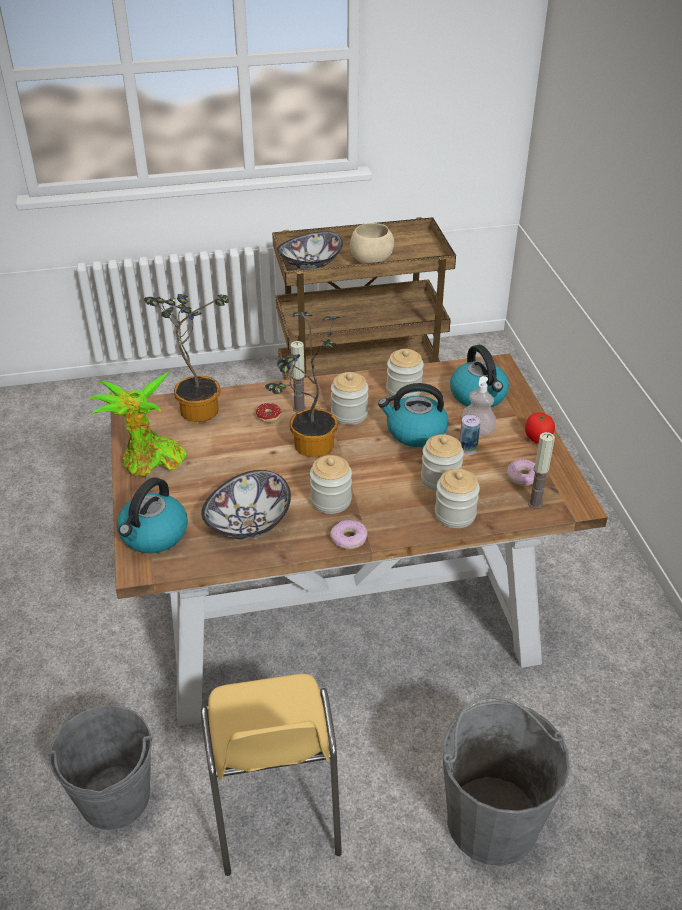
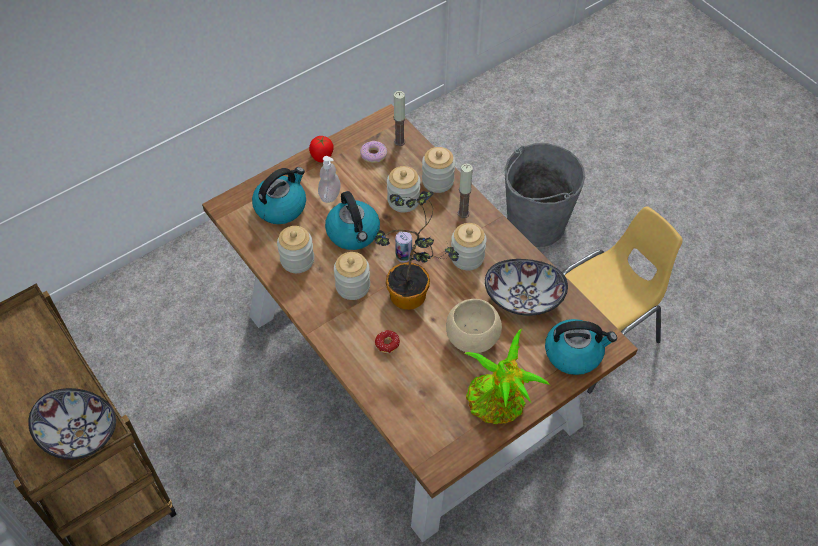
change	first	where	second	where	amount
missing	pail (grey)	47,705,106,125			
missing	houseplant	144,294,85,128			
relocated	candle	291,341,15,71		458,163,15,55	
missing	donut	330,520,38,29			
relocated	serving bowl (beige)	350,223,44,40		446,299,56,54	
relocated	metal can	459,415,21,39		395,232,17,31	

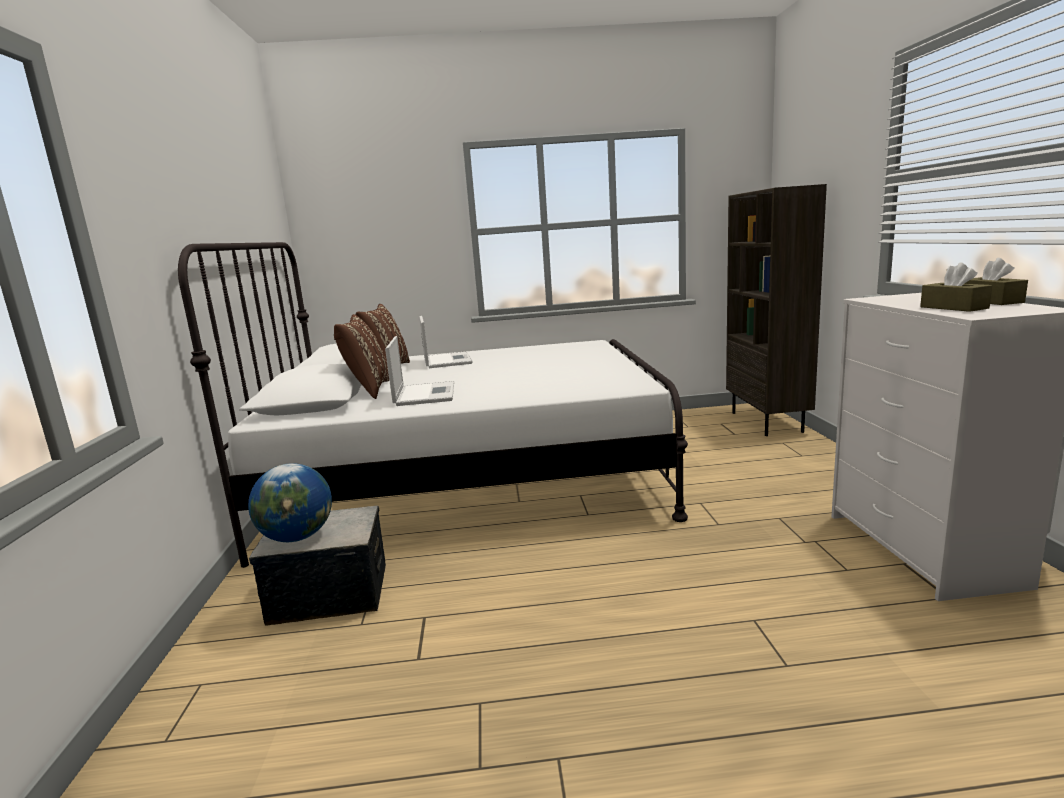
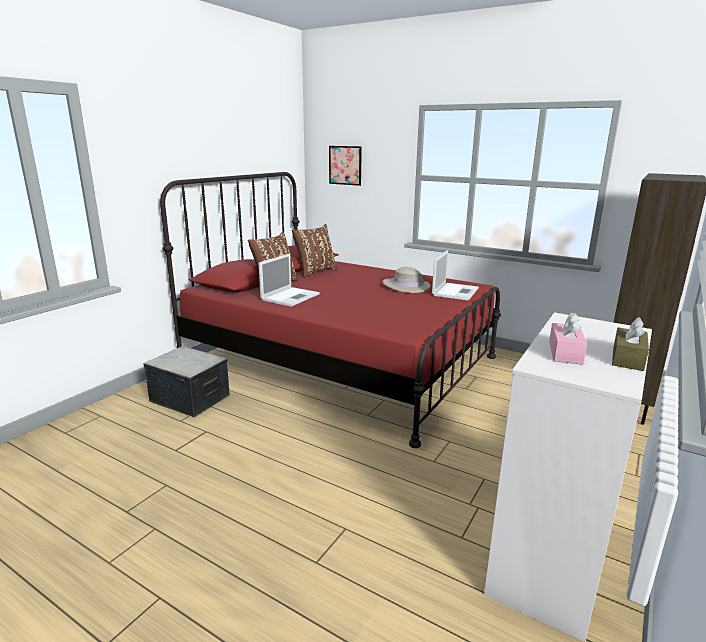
change	first	where	second	where	amount
colour	bedroom bed (whitish)	178,242,510,326	bedroom bed (red)	160,172,341,276	
missing	globe	248,463,84,79			
relocated	laptop	419,316,54,52		432,250,47,51	
colour	tissue box (brown-coloured)	920,262,72,50	tissue box (pinkish)	549,312,38,53	
appeared			wall picture	329,146,33,40	
appeared			clothing hat (beige)	383,267,48,26	

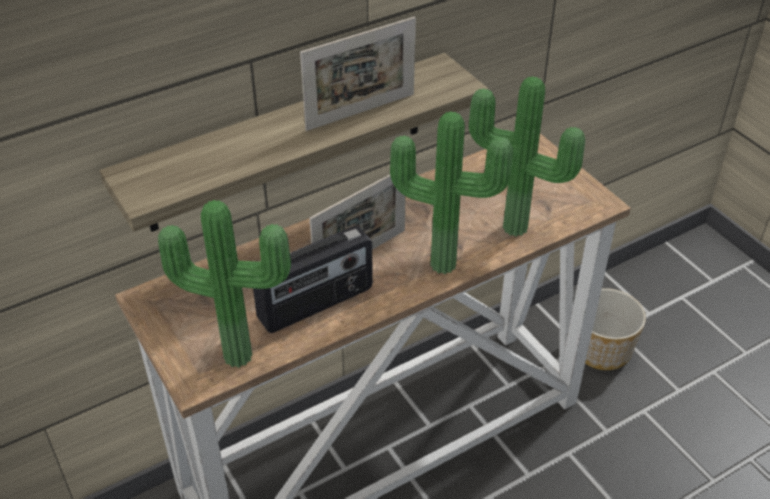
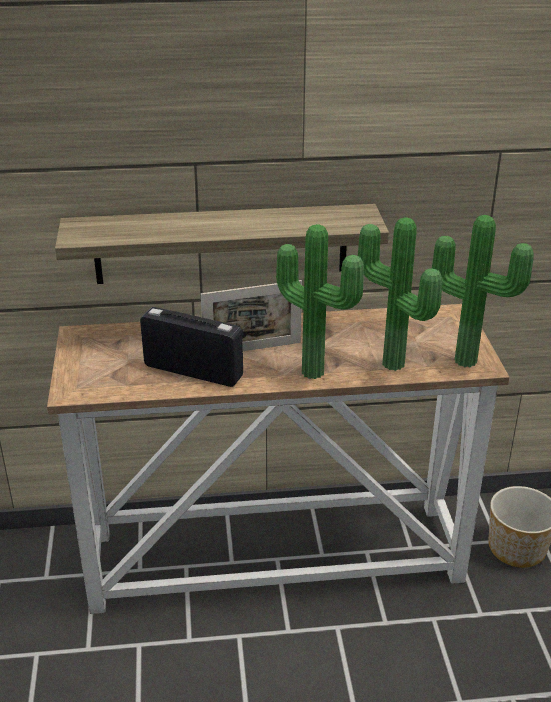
change	first	where	second	where	amount
relocated	houseplant	158,200,133,168		432,215,102,152	
spun	radio	253,226,120,107		140,307,103,80	150 degrees counterclockwise
missing	picture frame	300,16,116,115			

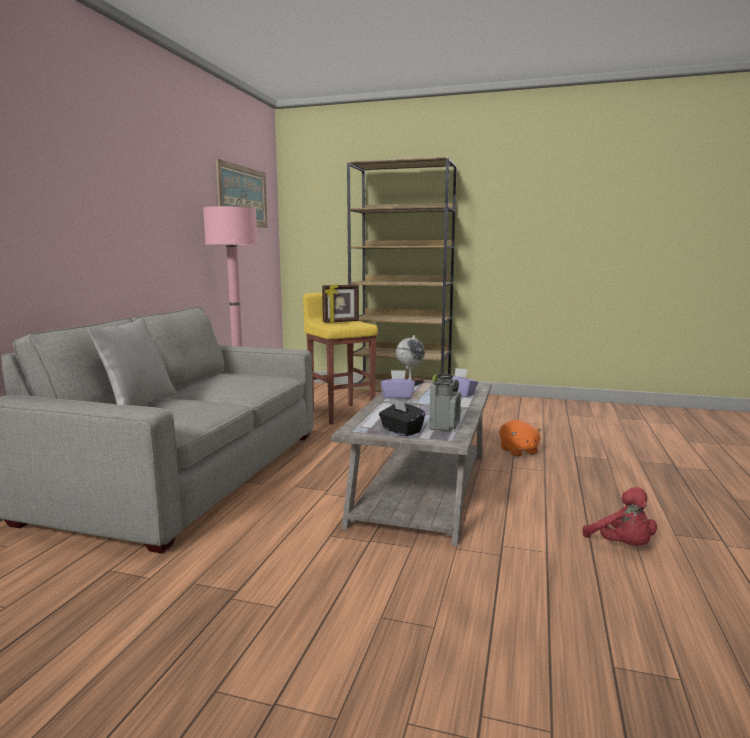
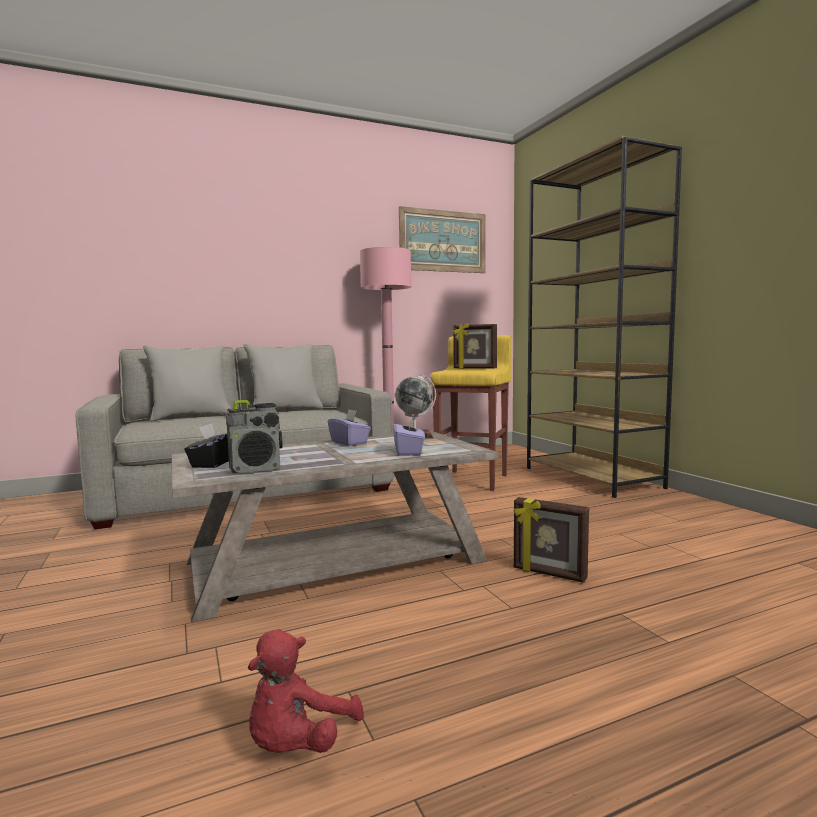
change	first	where	second	where	amount
exchanged	plush toy (orangey)	500,420,42,37	picture frame	513,497,76,86	
appeared			cushion (grey)	243,344,80,65	

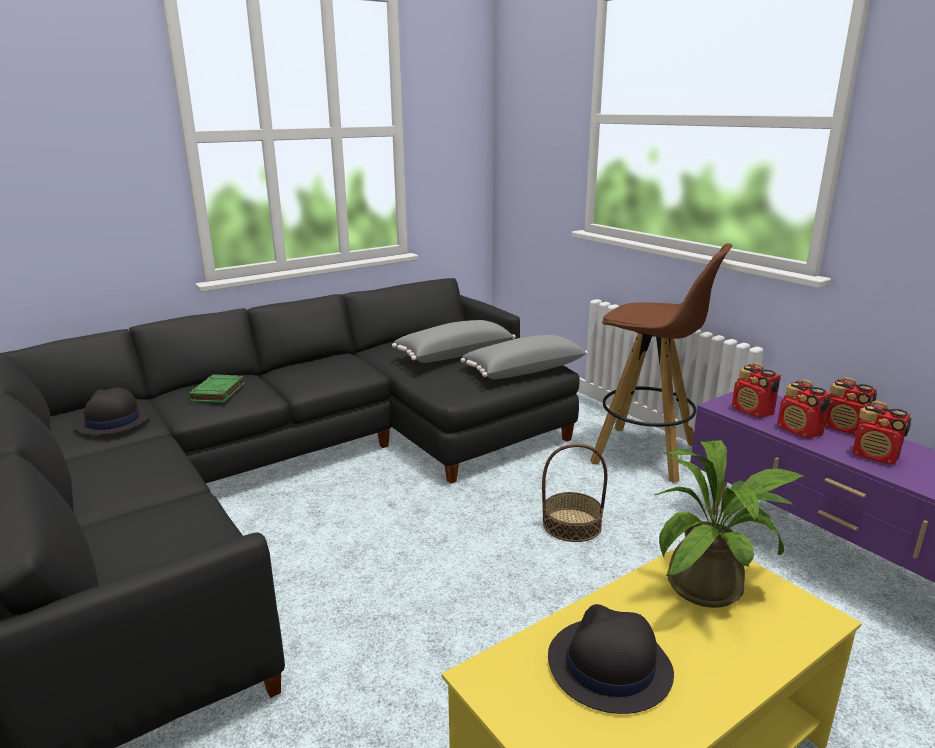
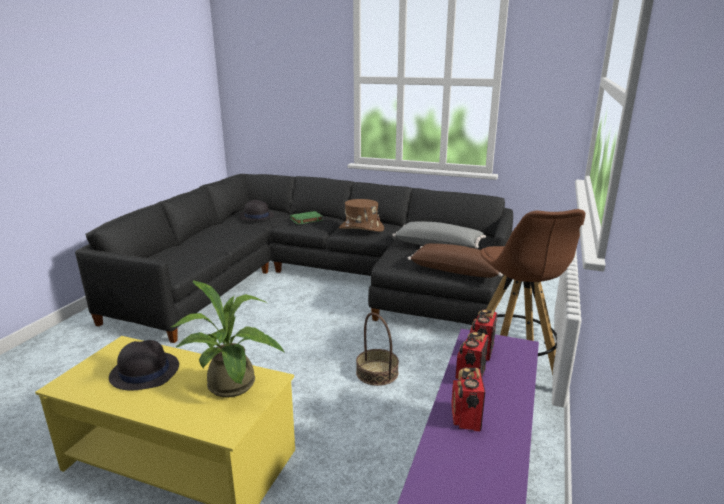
change	first	where	second	where	amount
colour	cushion (grey)	460,335,128,44	cushion (brown-coloured)	408,243,95,35	
missing	radio	825,377,52,58			
appeared			clothing hat (brown-coloured)	339,199,45,33	

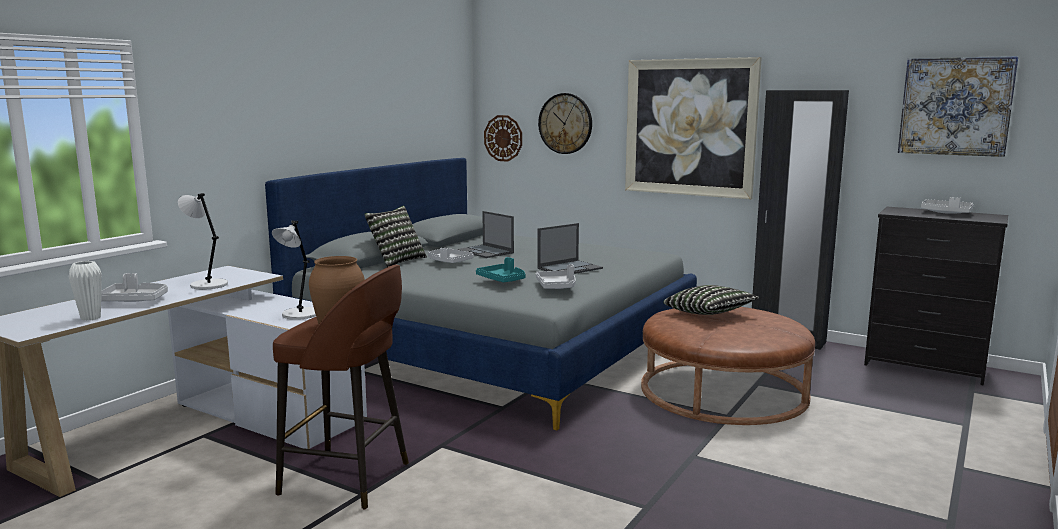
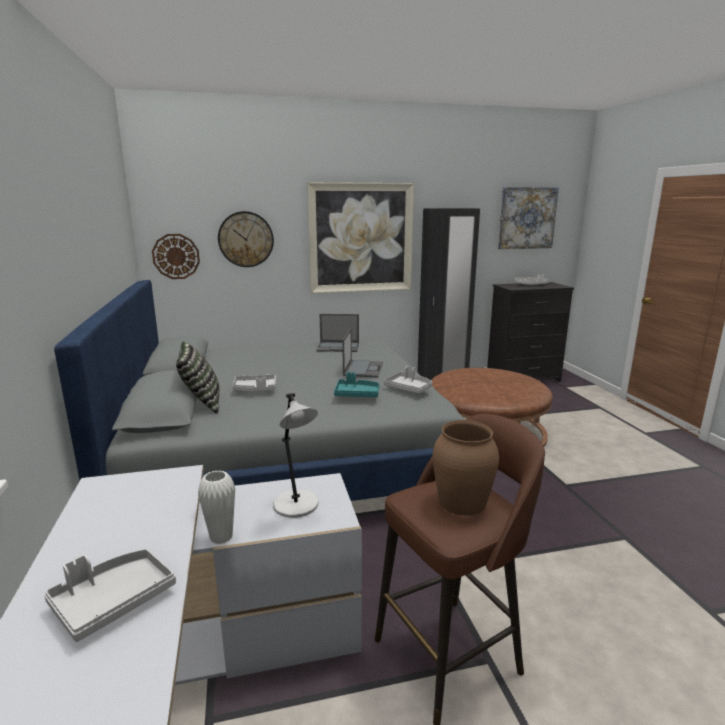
change	first	where	second	where	amount
relocated	flower vase (whitish)	69,261,33,60		198,470,37,74	
missing	table lamp (grey)	178,193,50,97			
relocated	laptop	457,211,57,47		316,314,43,38	
missing	cushion	663,285,96,30			

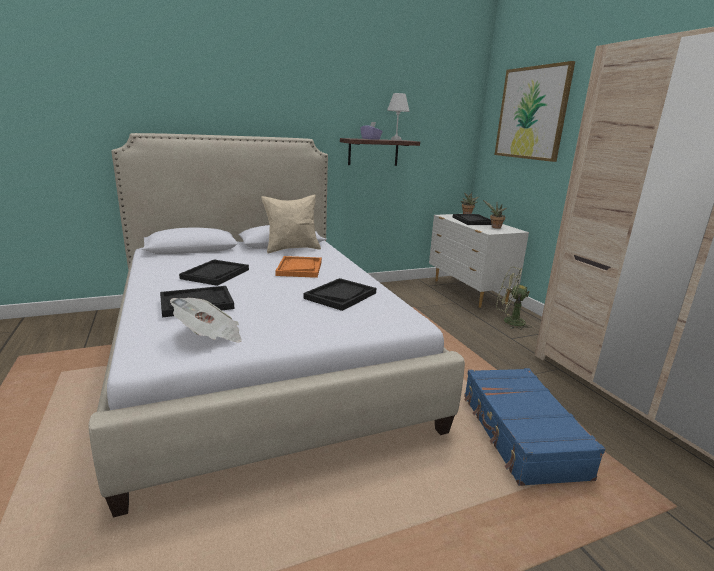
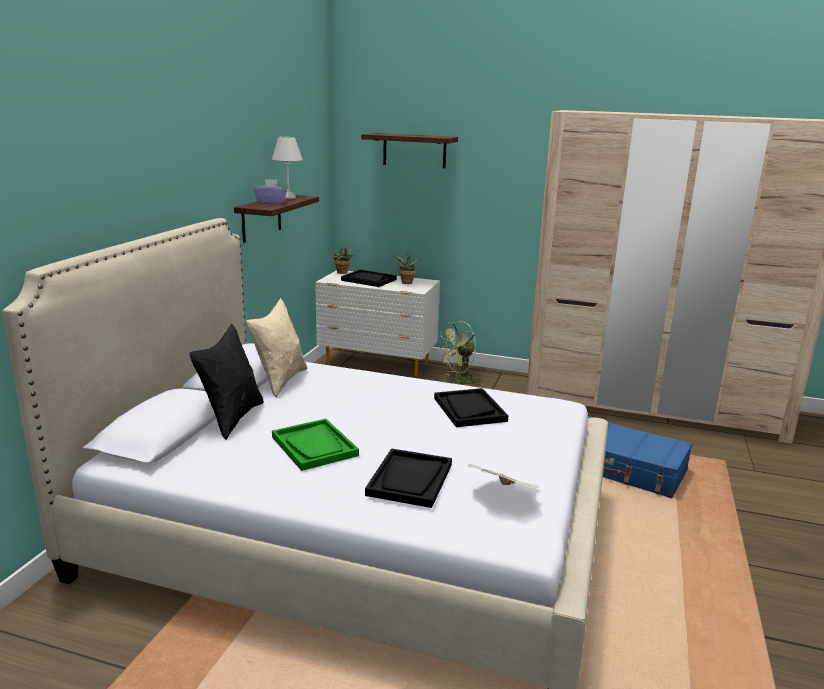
change	first	where	second	where	amount
colour	serving tray (black)	179,260,70,26	serving tray (greenish)	272,419,87,52	
missing	serving tray (orangey)	275,256,47,22			
exchanged	wall picture	495,61,80,101	bracket shelf	361,133,97,35	
appeared			cushion (black)	189,324,75,116	

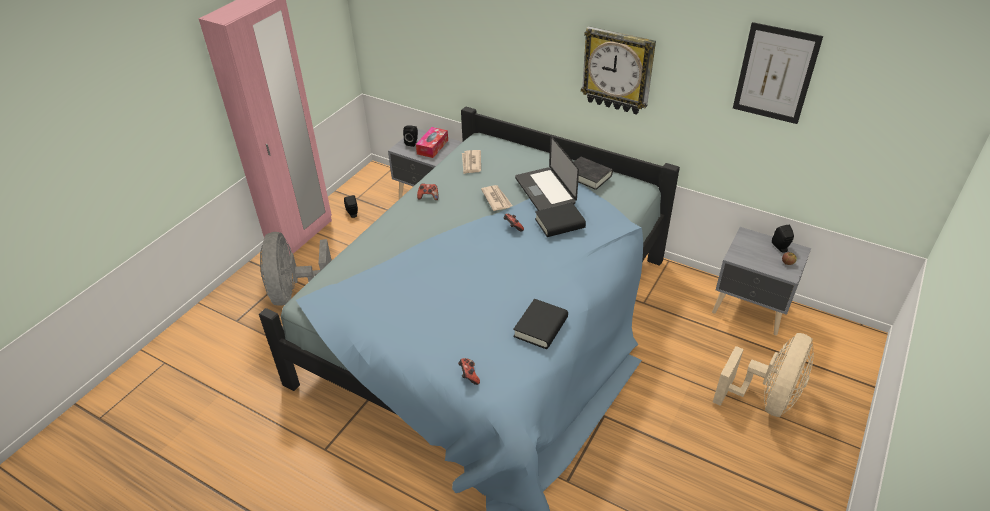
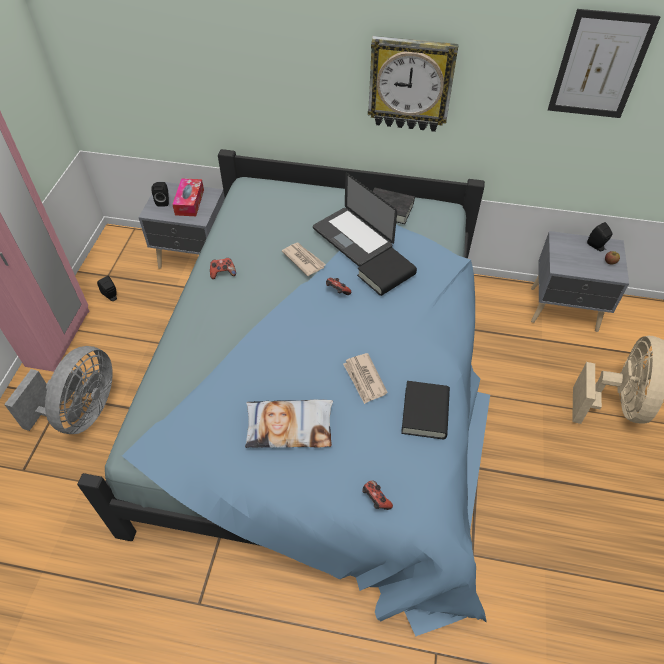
change	first	where	second	where	amount
spun	electric fan (grey)	260,232,72,74		4,346,109,88	135 degrees counterclockwise
relocated	printed paper	462,150,19,24		343,353,45,51	
appeared			cushion	245,399,88,49	

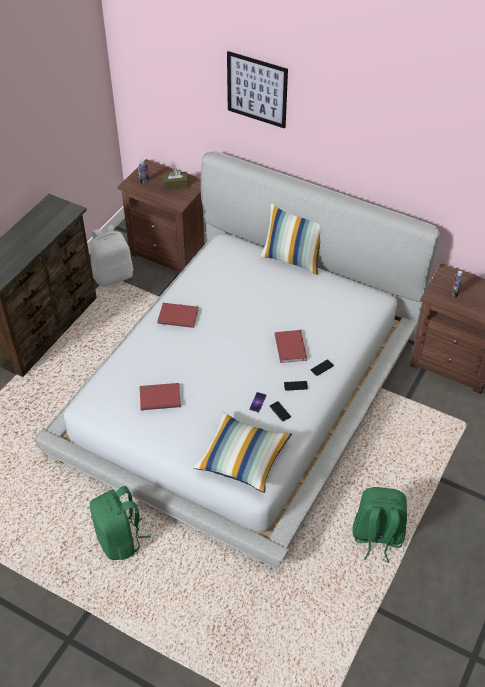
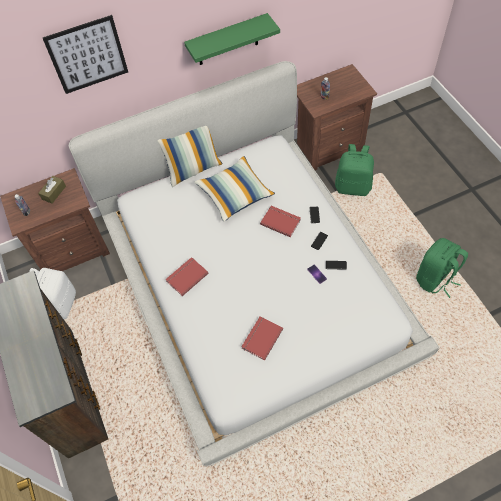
change	first	where	second	where	amount
relocated	knapsack (greenish)	90,486,61,74		335,144,39,52	
relocated	cushion	193,412,99,81		194,156,81,66	
appeared			bracket shelf (greenish)	184,13,96,52	

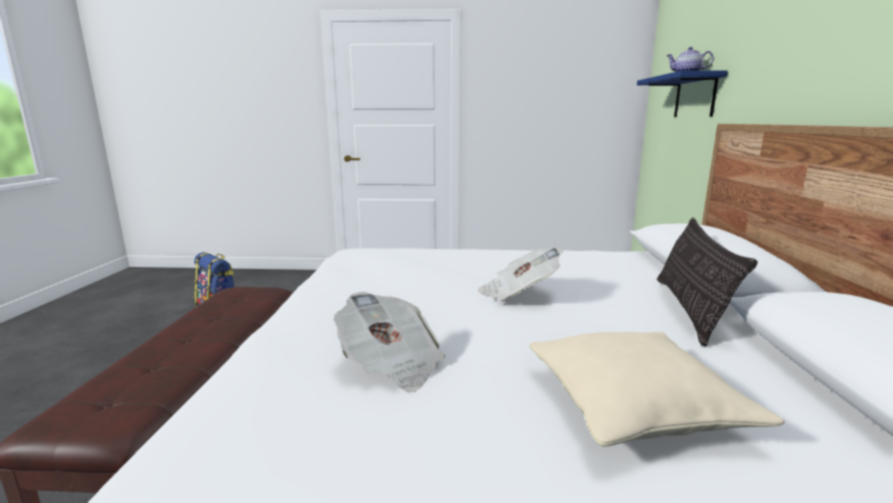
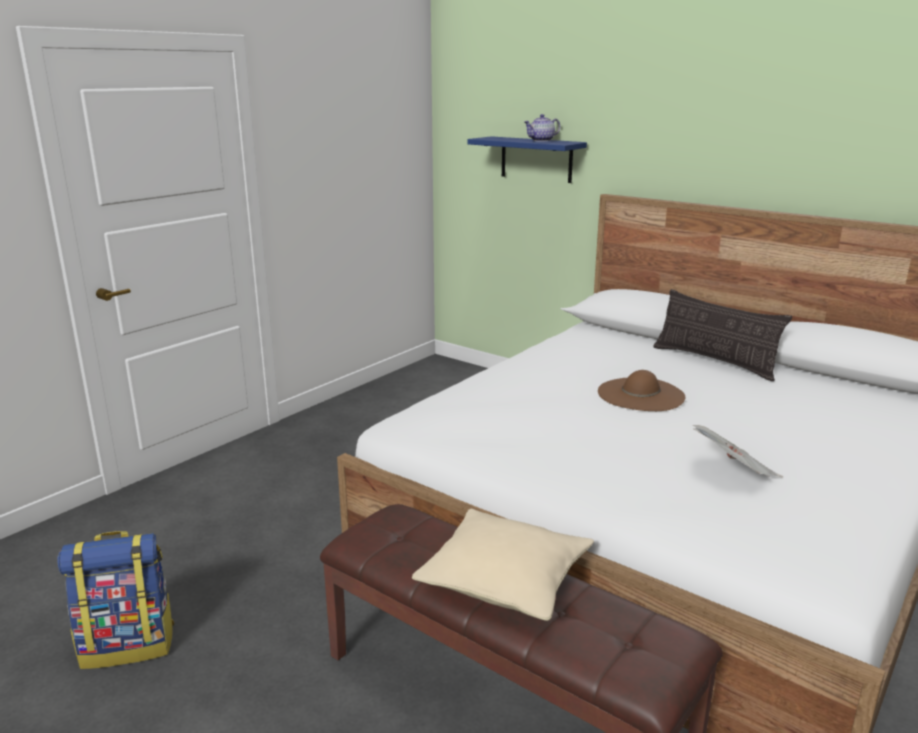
change	first	where	second	where	amount
exchanged	printed paper	478,247,85,54	clothing hat (brown-coloured)	598,370,88,41	
relocated	cushion (beige)	529,331,256,115		412,509,182,112	

